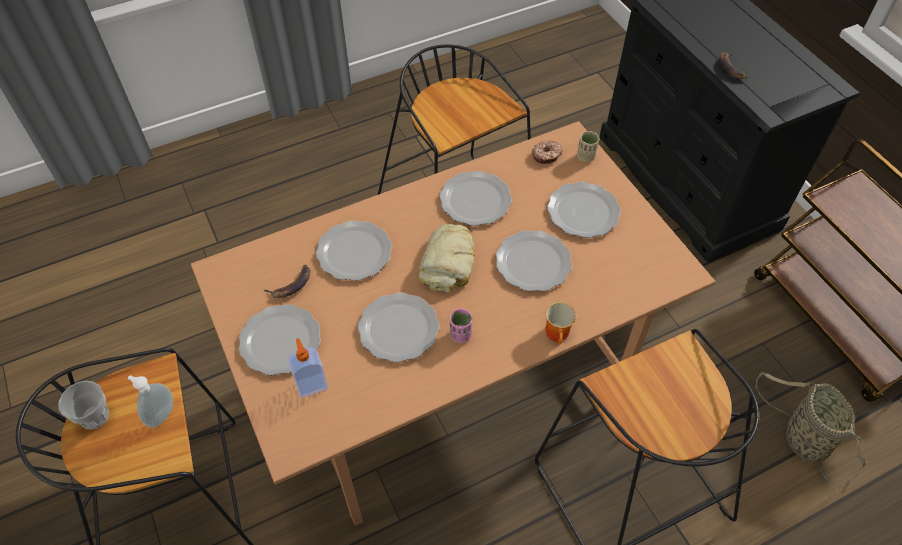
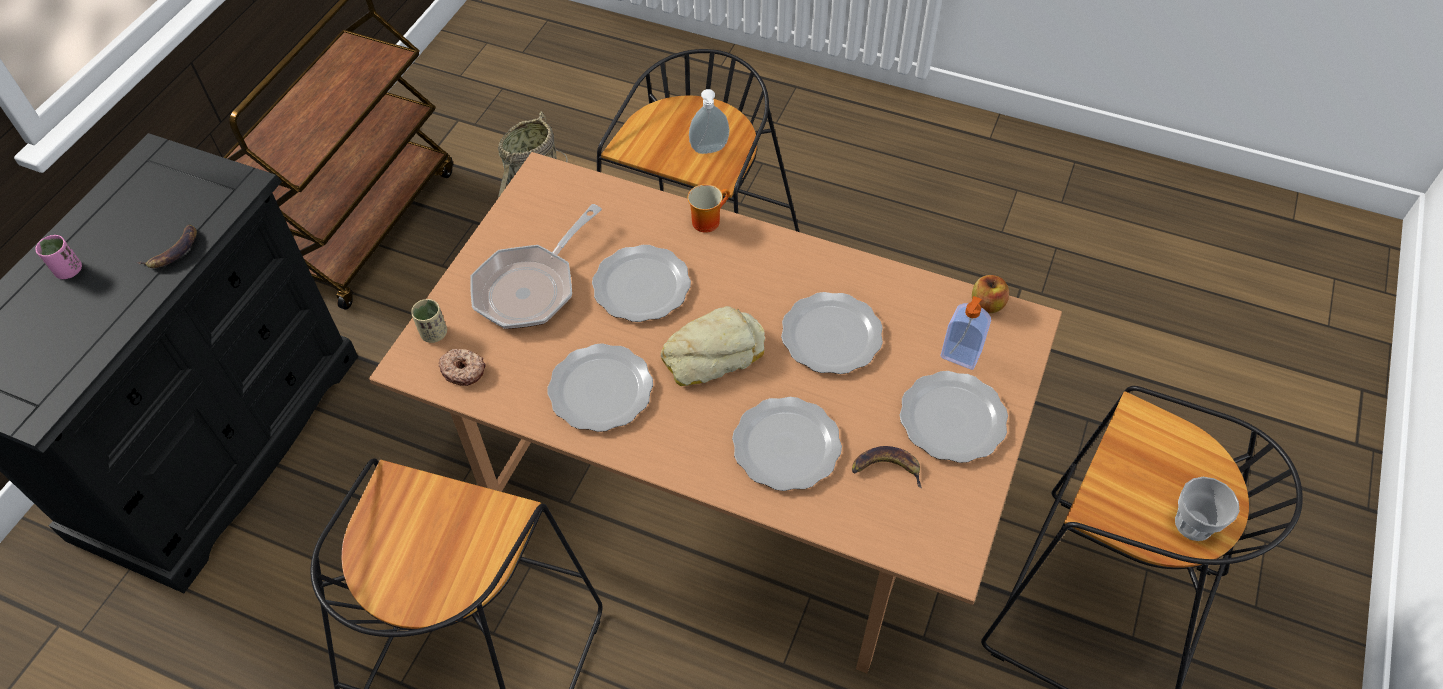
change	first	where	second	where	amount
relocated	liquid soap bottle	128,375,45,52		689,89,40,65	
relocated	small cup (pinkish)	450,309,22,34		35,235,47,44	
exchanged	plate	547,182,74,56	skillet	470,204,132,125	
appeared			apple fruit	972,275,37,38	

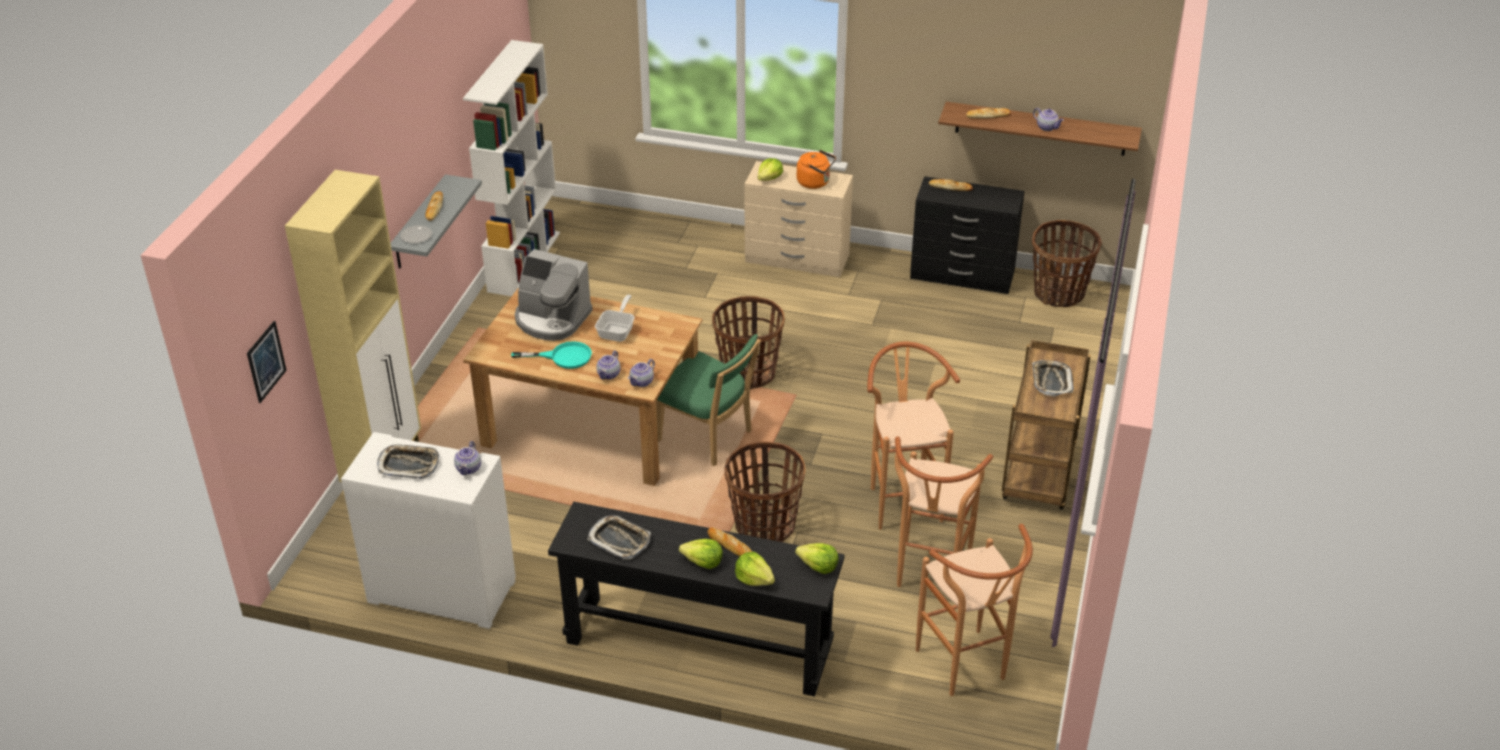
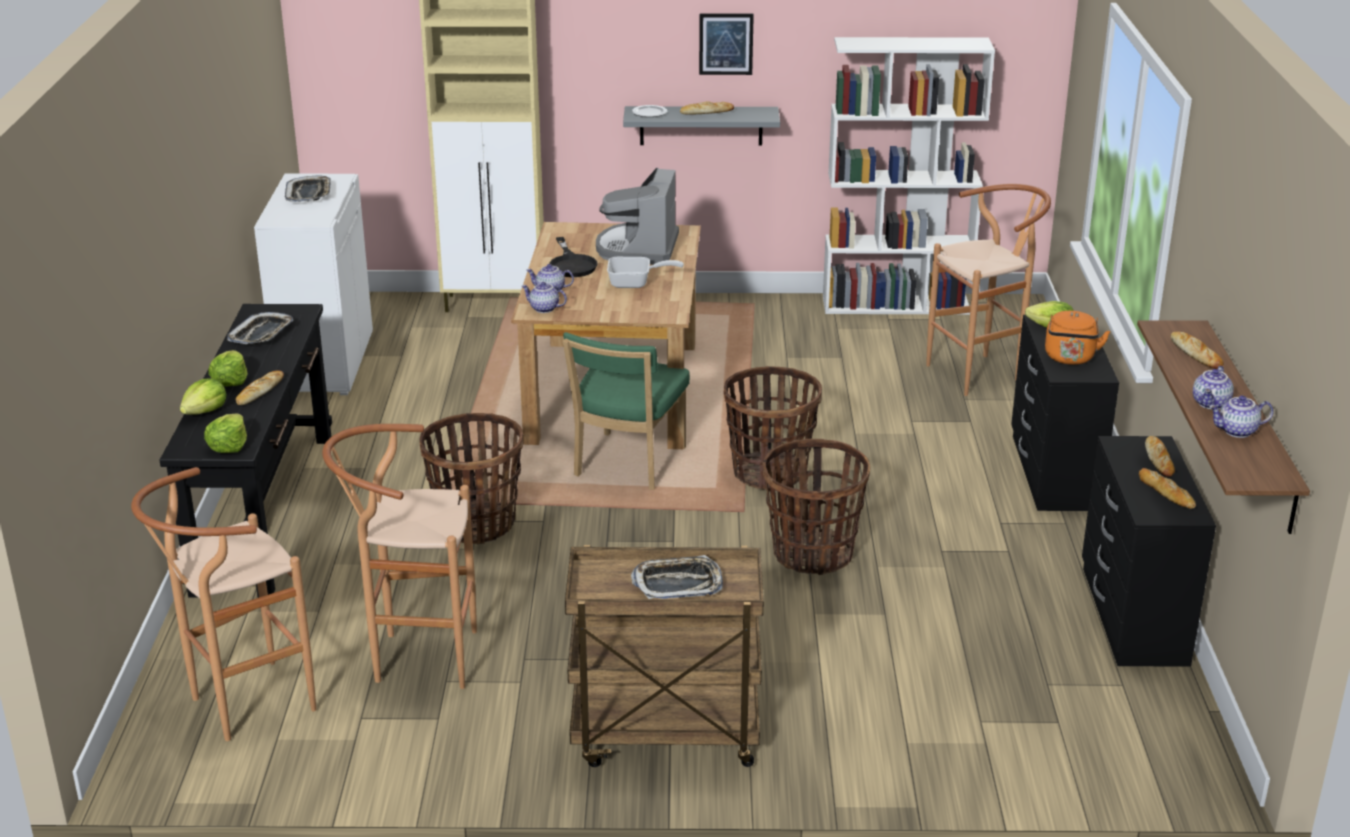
change	first	where	second	where	amount
relocated	wall picture	247,321,40,82		699,13,55,62	
relocated	tea pot	454,441,27,34		1209,395,64,43	
colour	skillet (turquoise)	511,341,81,28	skillet (black)	550,237,48,40	
colour	dresser (beige)	745,161,108,116	dresser (black)	1011,315,108,196	
relocated	stool seat (brown-coloured)	867,342,93,188		926,184,125,212	
relocated	storage basket	1032,220,70,87		763,439,107,136	
appeared			bakery bread	1139,468,57,41	

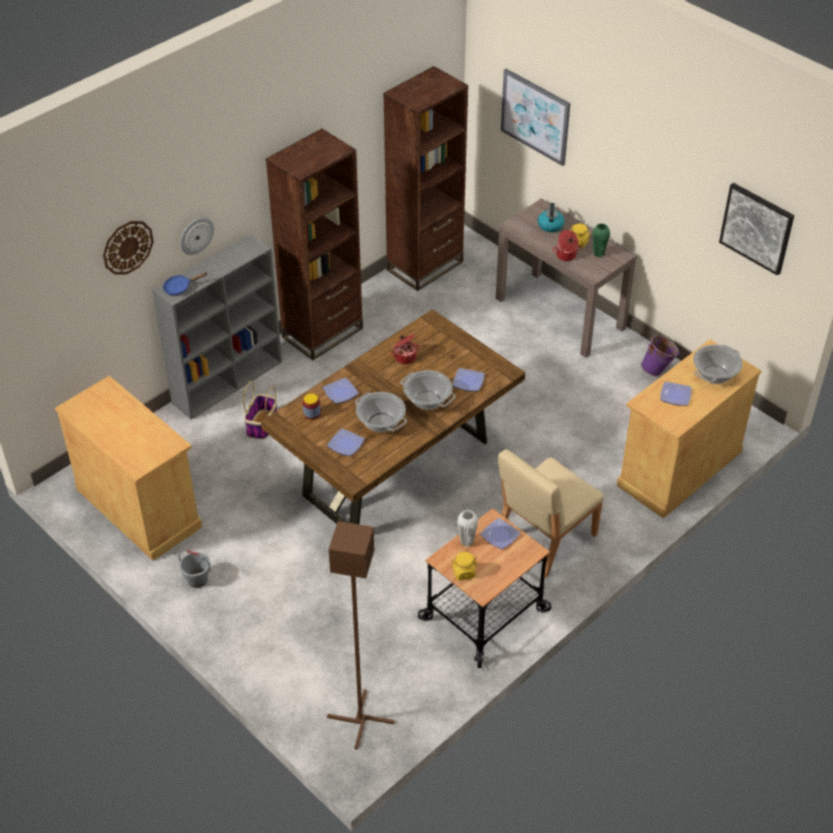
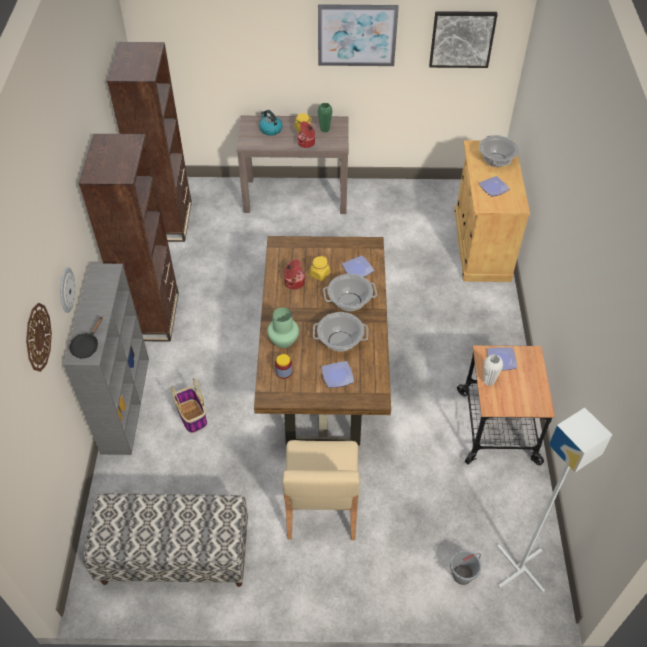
change	first	where	second	where	amount
exchanged	cabinet (beige)	55,376,147,185	long seat	83,493,165,94	
colour	skillet (blue)	163,272,45,23	skillet (black)	69,317,34,41	
relocated	pail (grey)	179,550,32,38		450,550,32,35	
exchanged	plate	323,378,36,26	flower vase (greenish)	267,307,32,41	
colour	floor lamp (brown-coloured)	327,521,68,229	floor lamp (whitish)	497,408,115,185	
relocated	storage jar (yellow-coloured)	451,552,26,29		310,256,20,25	
relocated	plain chair (beige)	498,449,106,129		282,440,78,100	
relocated	wall picture	501,69,69,97		318,4,81,62	
missing	pail (purplish)	641,334,38,42			

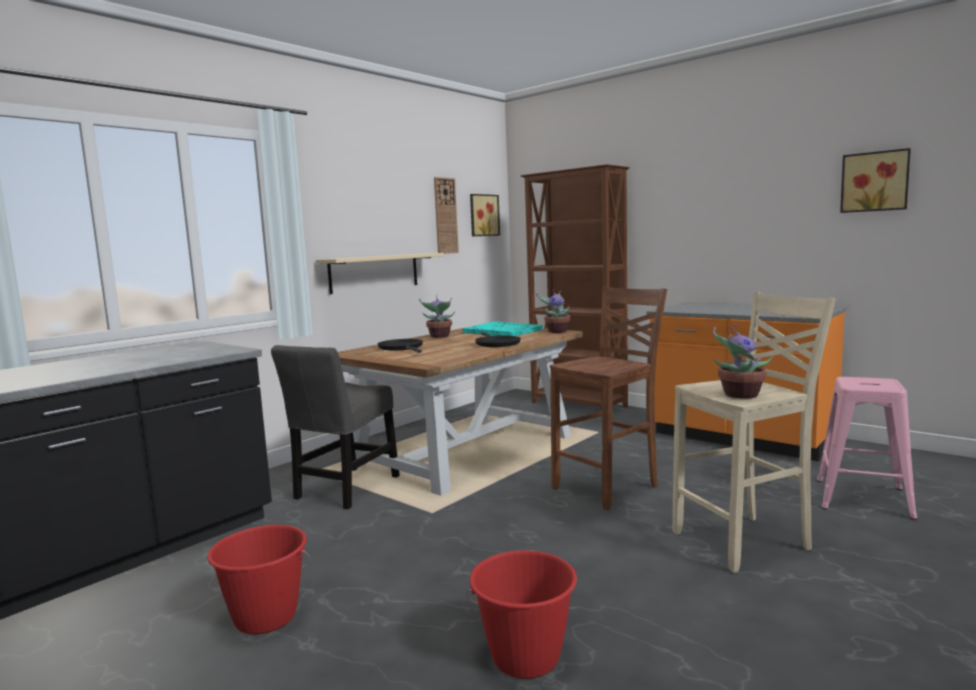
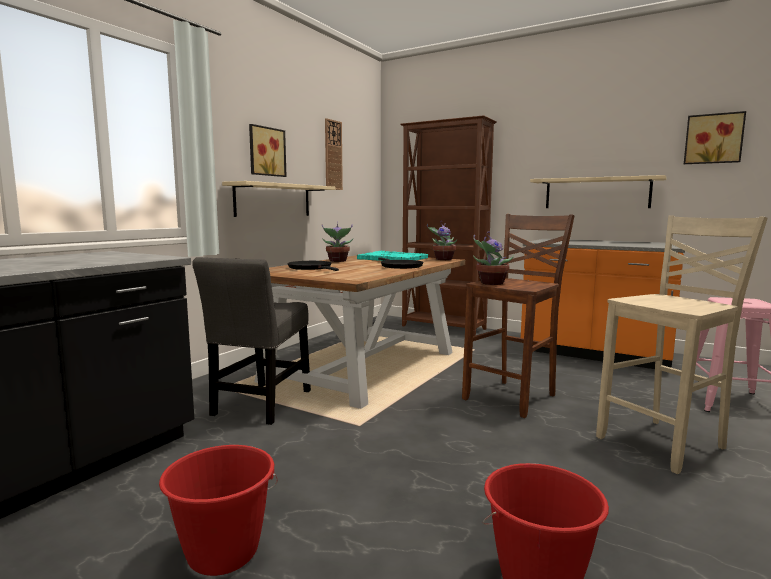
change	first	where	second	where	amount
relocated	wall picture	470,194,30,42		249,124,38,53	
relocated	houseplant	713,324,60,75		473,231,41,54	
appeared			bracket shelf (beige)	530,175,137,33	

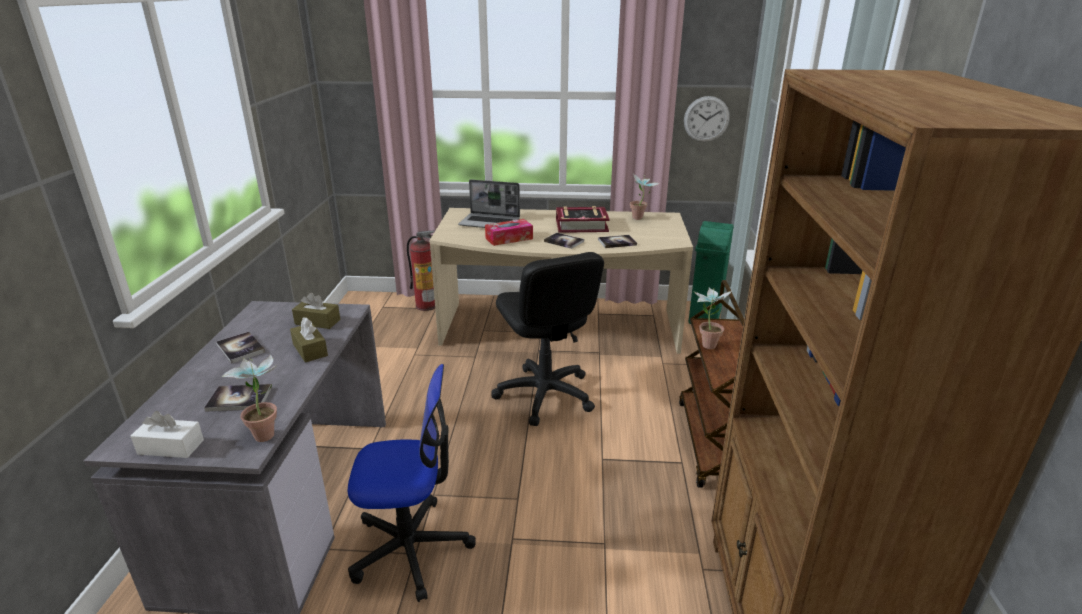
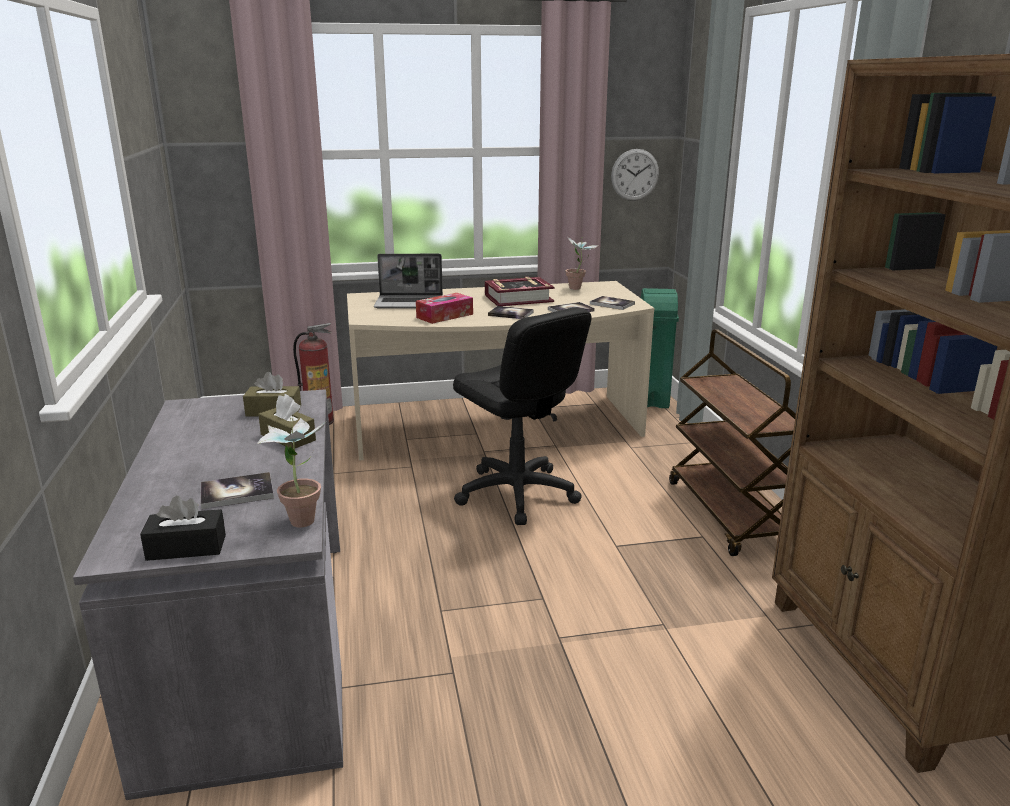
change	first	where	second	where	amount
colour	tissue box (whitish)	131,411,73,47	tissue box (black)	140,496,86,65	
relocated	volume	216,332,49,32		590,296,45,14	
missing	computer chair	348,364,128,238			
missing	houseplant	693,288,39,61			

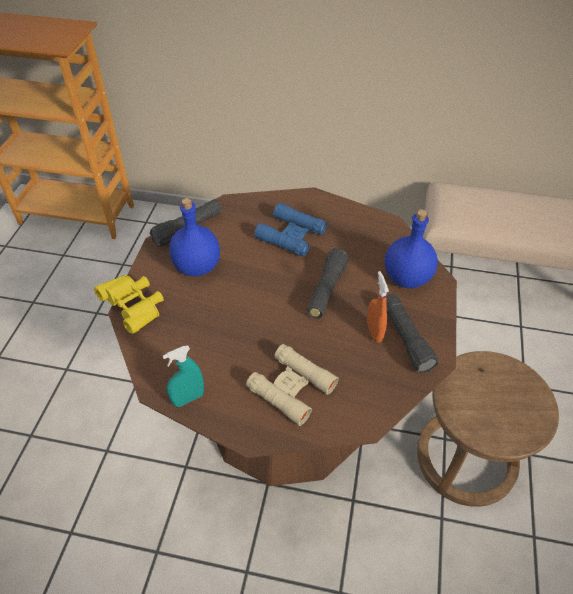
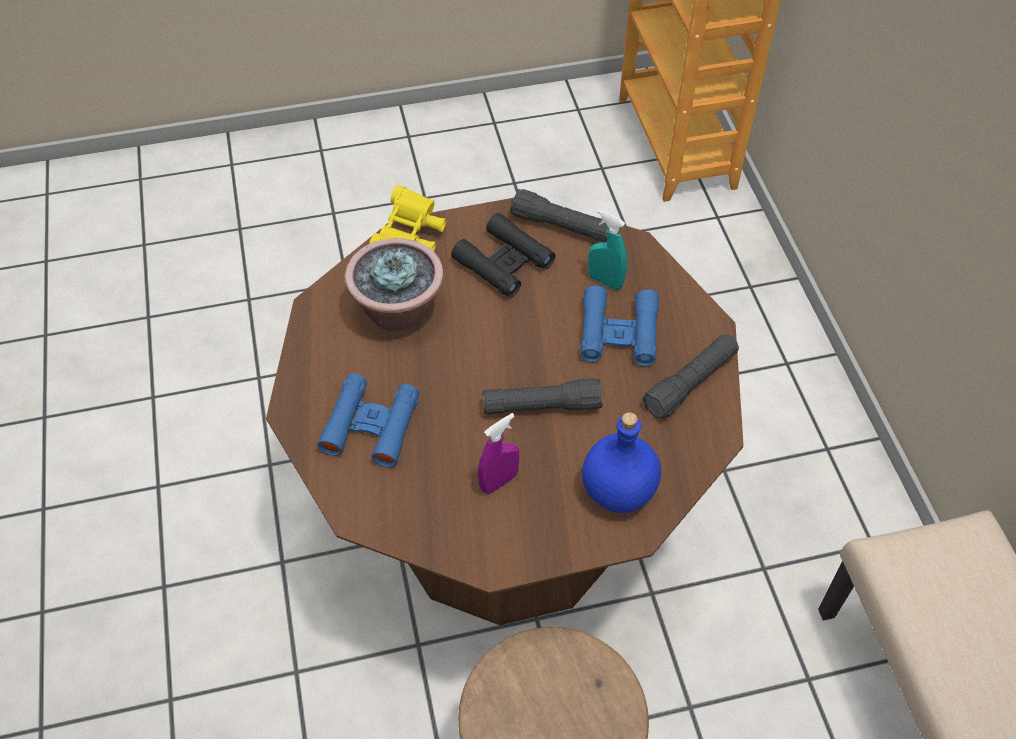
change	first	where	second	where	amount
relocated	spray bottle (turquoise)	163,346,41,61		588,209,39,81	
exchanged	beverage bottle (blue)	169,198,51,78	pair of binoculars (black)	451,213,105,85	
colour	pair of binoculars (beige)	246,344,93,82	pair of binoculars (blue)	317,373,102,94	
colour	spray bottle (orangey)	367,271,22,72	spray bottle (purplish)	478,413,41,81	
relocated	flashlight (black)	386,294,53,79		643,334,96,85	
appeared			houseplant	344,238,100,94	

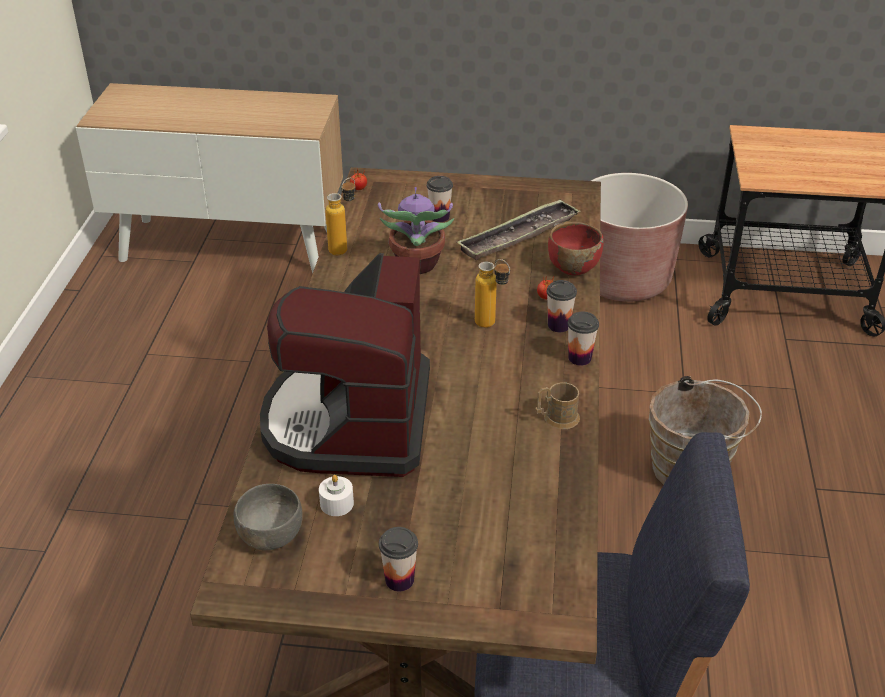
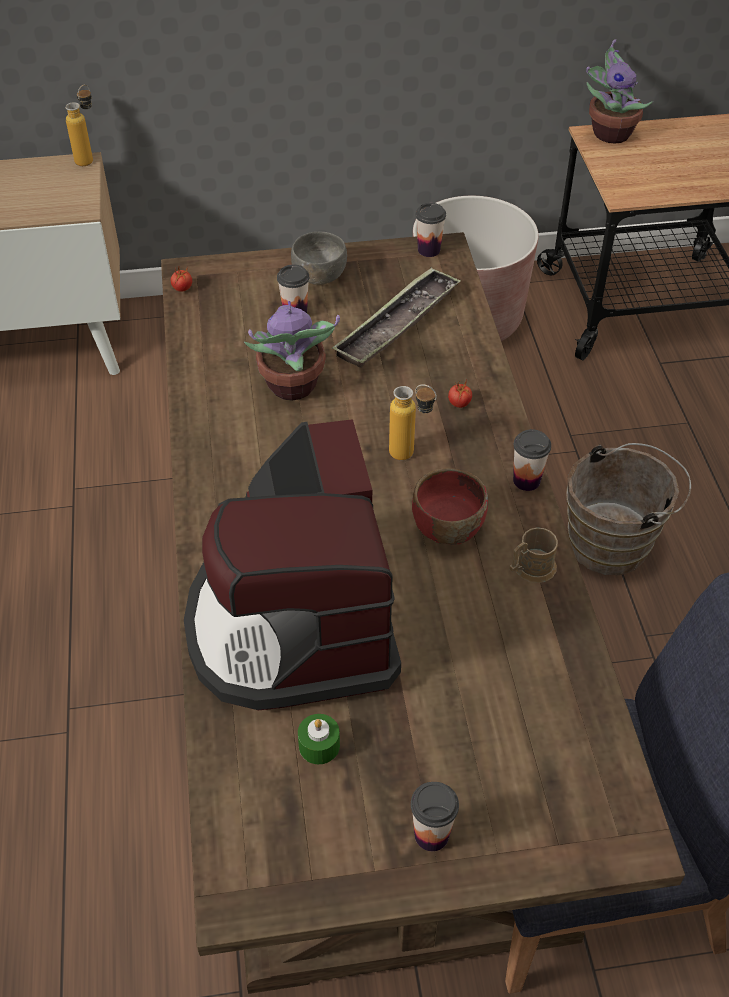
change	first	where	second	where	amount
relocated	serving bowl (grey)	234,484,69,67		291,232,56,53	
colour	candle (whitish)	319,475,35,41	candle (greenish)	298,714,42,50	
relocated	beverage bottle	325,178,31,77		65,85,28,81	
relocated	small cup	546,280,31,52		416,203,30,54	
relocated	serving bowl (red)	548,222,56,53		412,468,76,77	
appeared			houseplant	586,39,67,105	

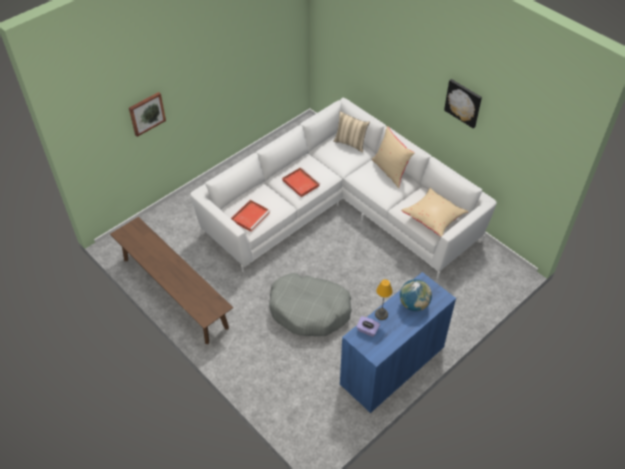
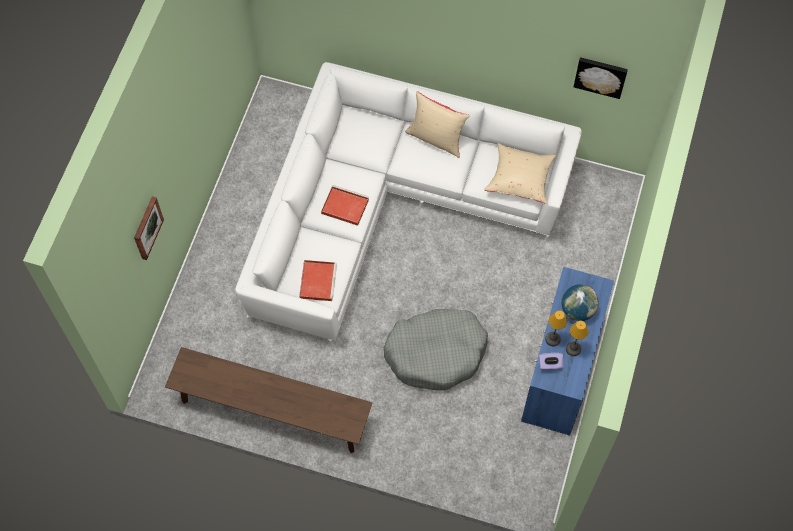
change	first	where	second	where	amount
missing	cushion (beige)	333,111,37,42			
relocated	wall picture	444,79,38,49		574,57,54,42	
appeared			table lamp	566,321,22,35	

